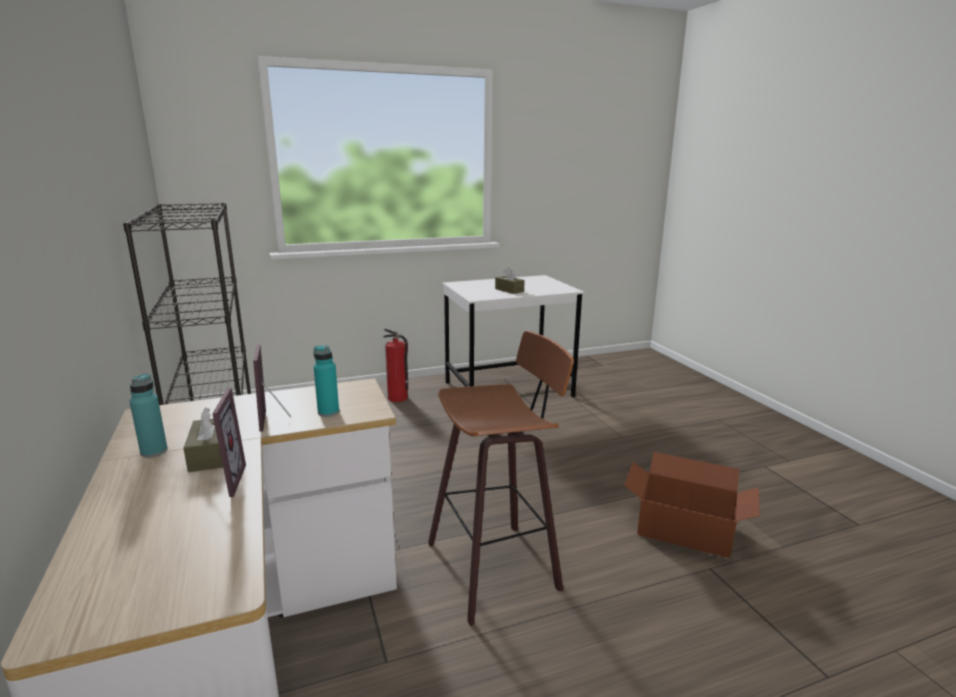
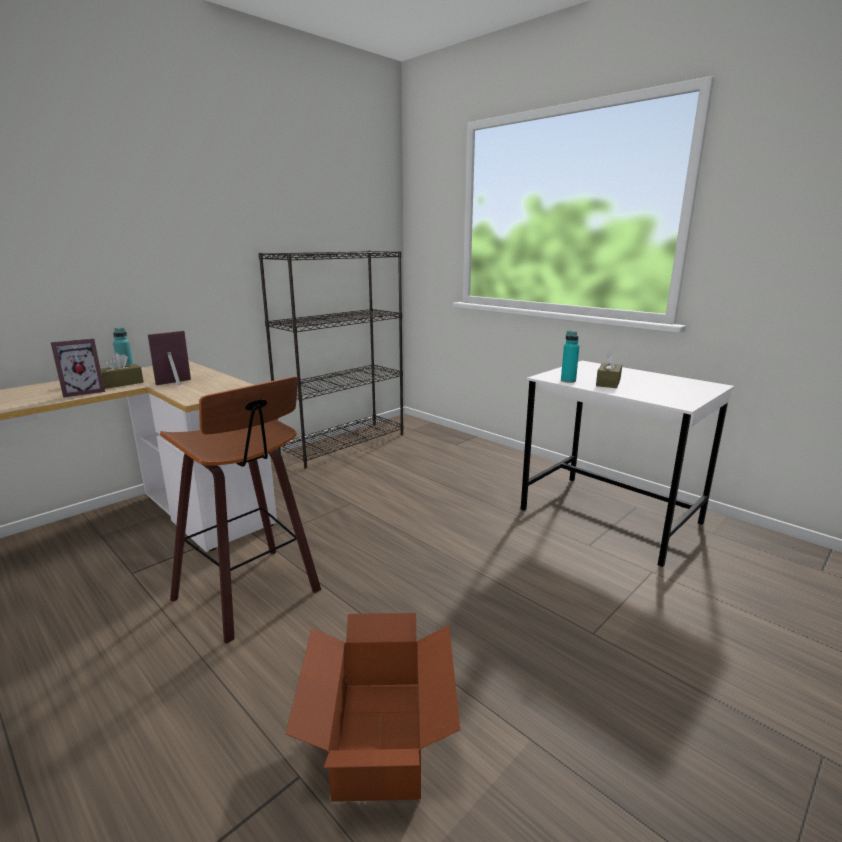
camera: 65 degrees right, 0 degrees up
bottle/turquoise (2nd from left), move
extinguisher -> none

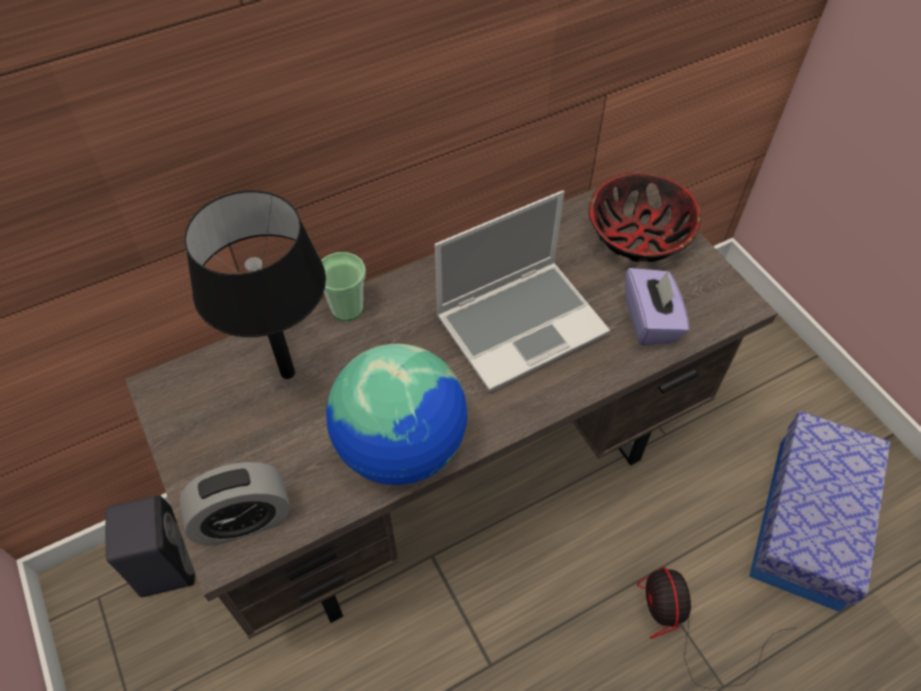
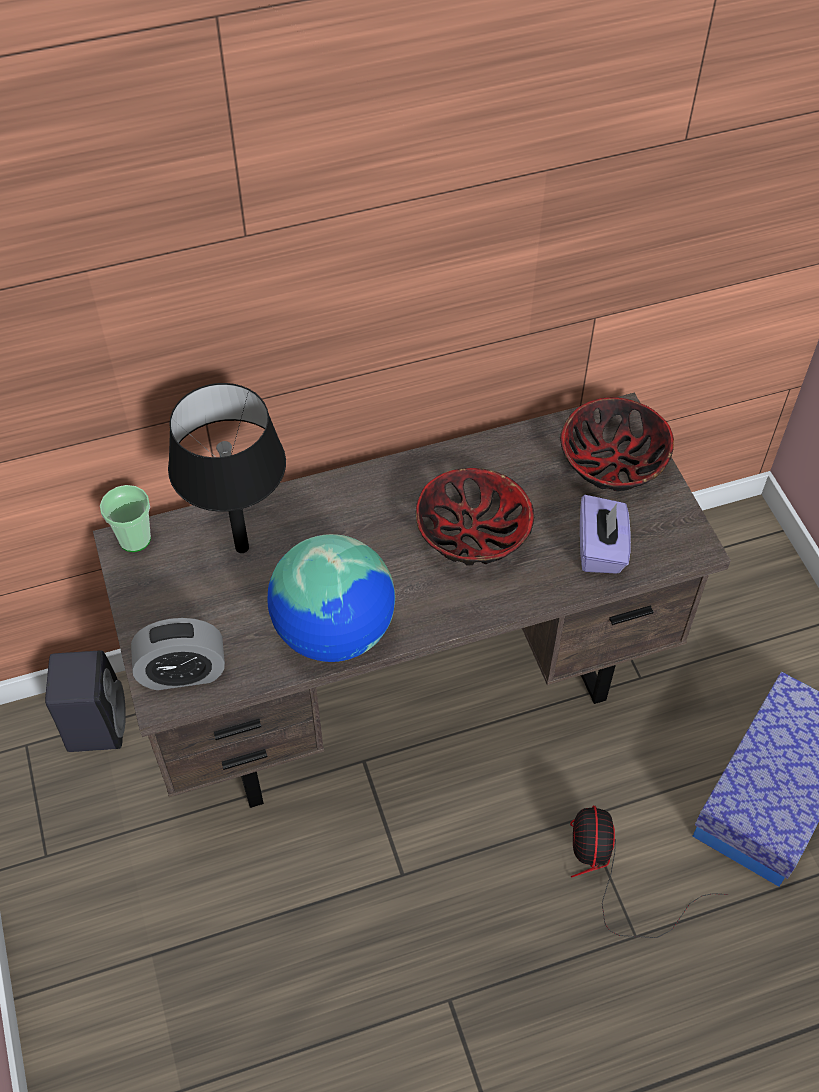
camera: 10 degrees right, 0 degrees up
small cup, move
notebook computer -> serving bowl (1st from left)

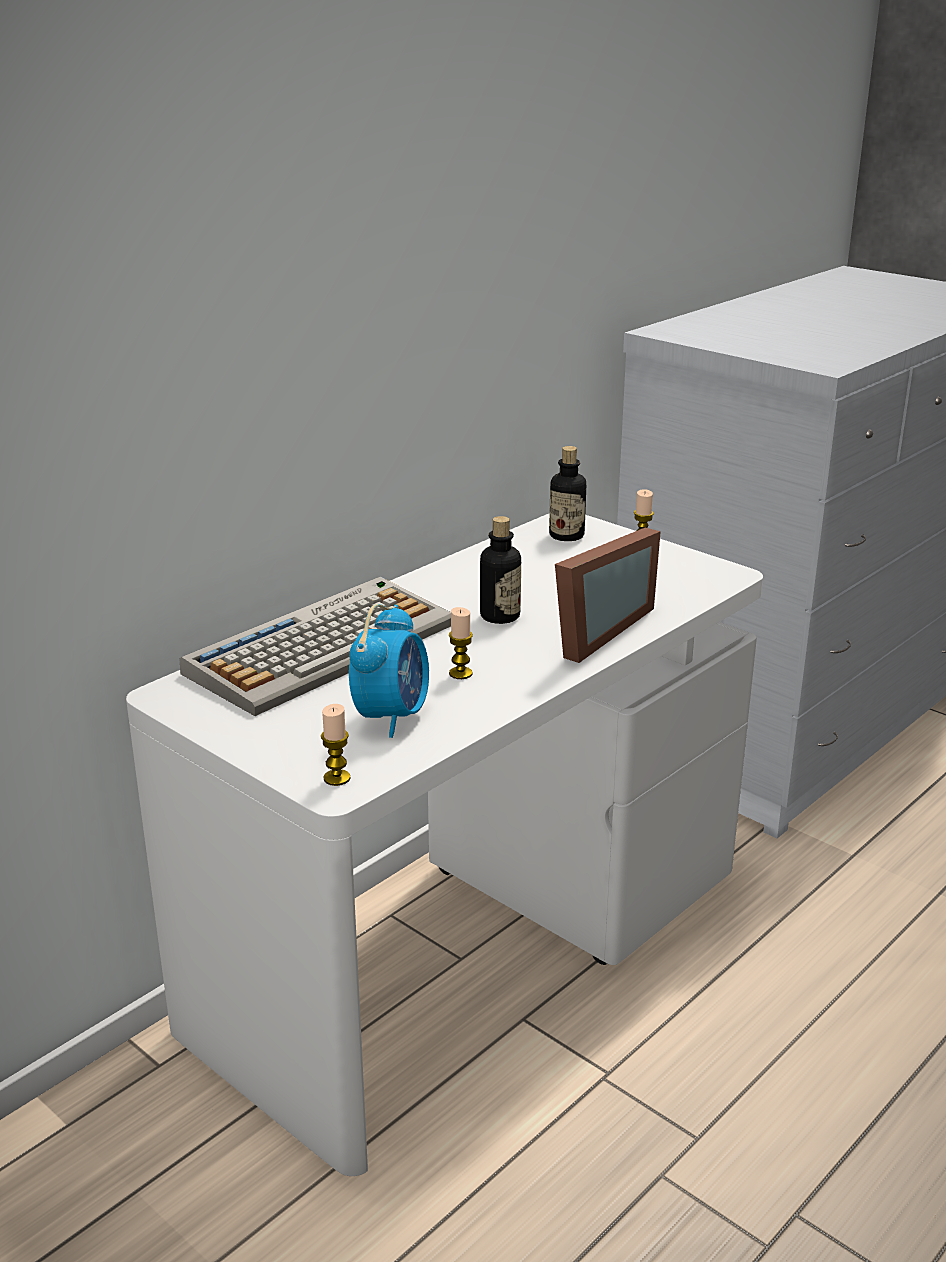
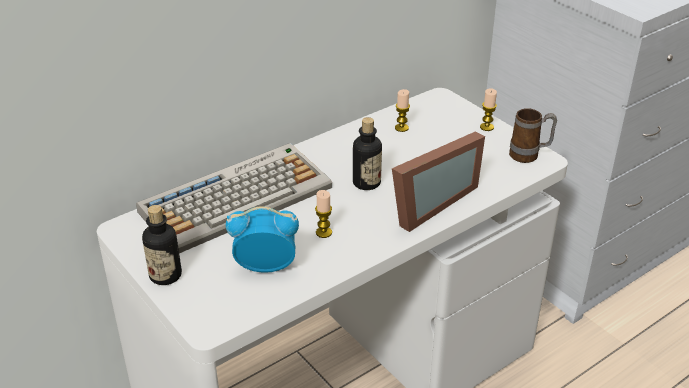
camera: 10 degrees right, 10 degrees up
candle (1st from left in the first image) -> candle (2nd from left), move
table clock, 120 degrees counterclockwise
bottle (2nd from left in the first image) -> bottle (1st from left), move
none -> mug

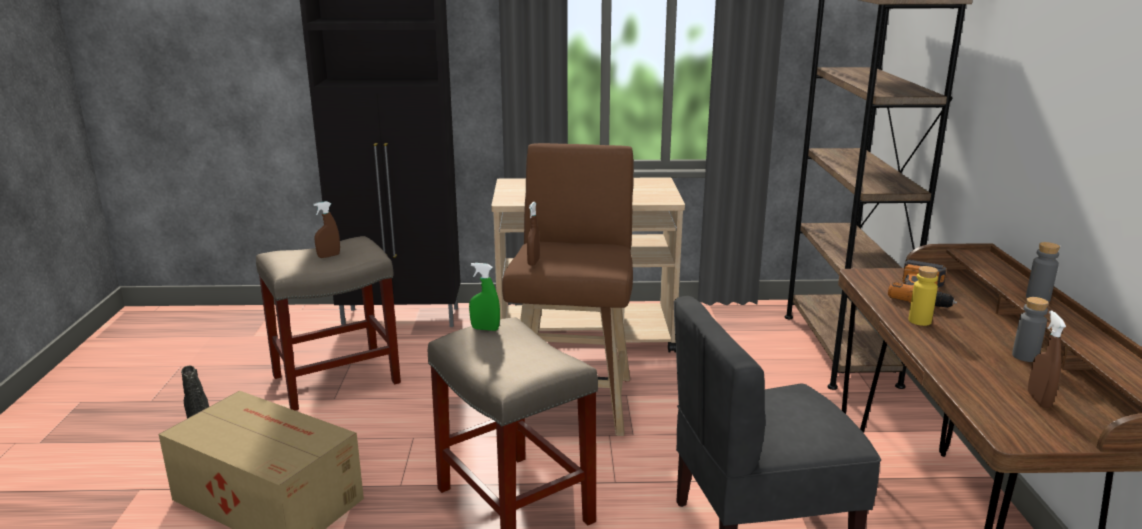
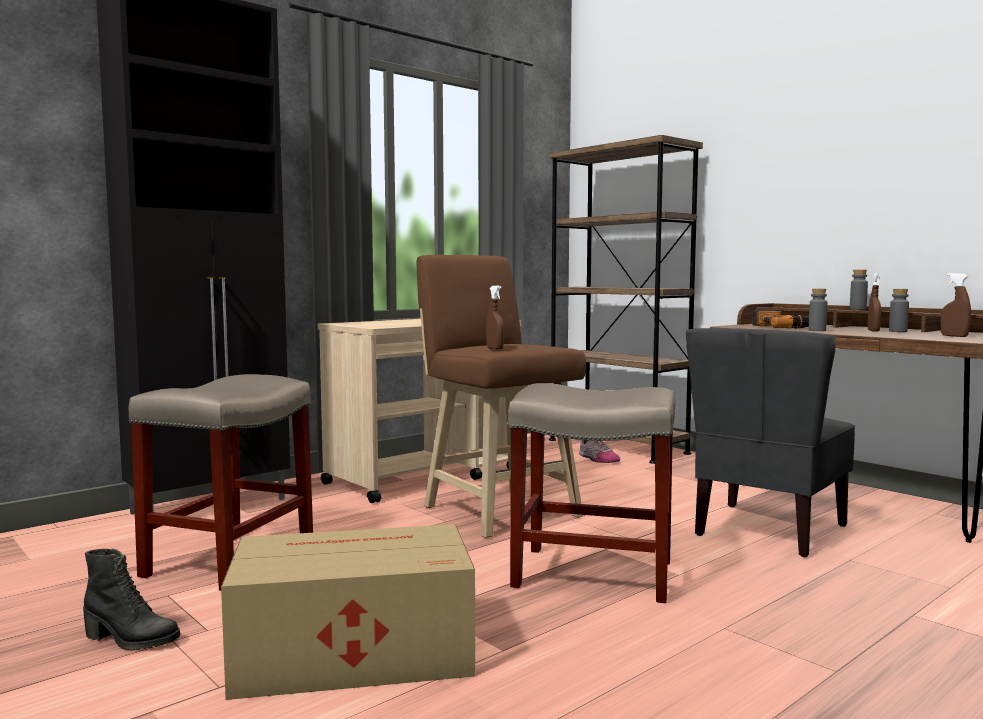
camera: 40 degrees left, 15 degrees down
hand sprayer/brown-coloured (1st from left in the first image) -> hand sprayer/brown-coloured (2nd from left), move
hand sprayer/green -> none
bottle/yellowish -> bottle/grey (1st from left)
none -> shoe

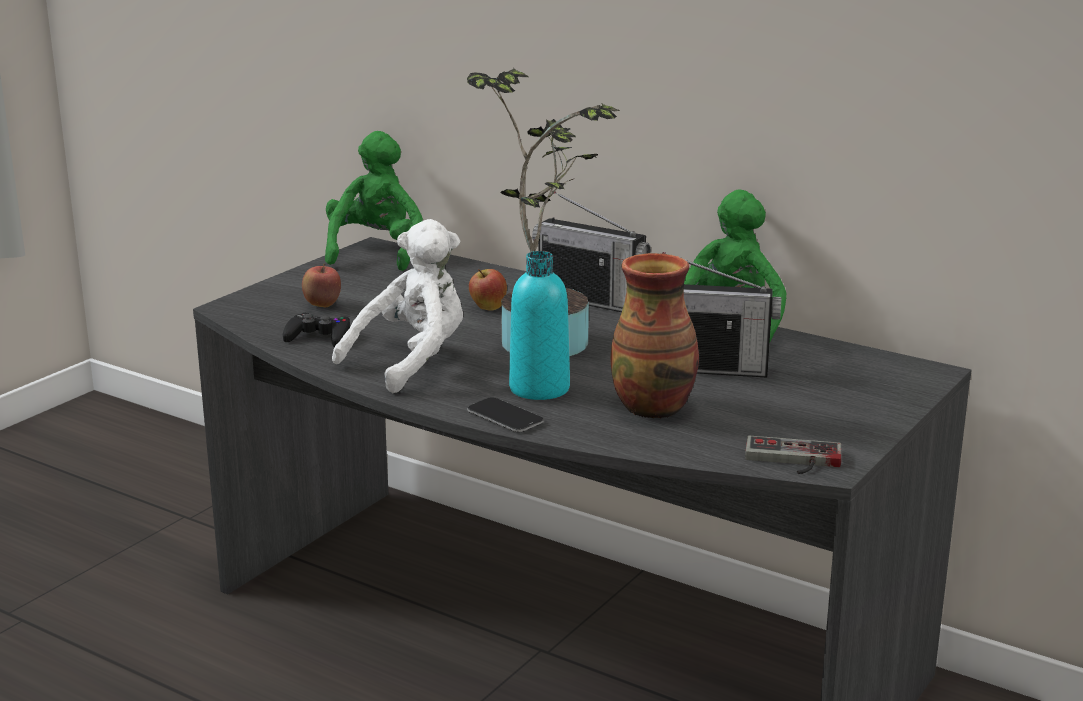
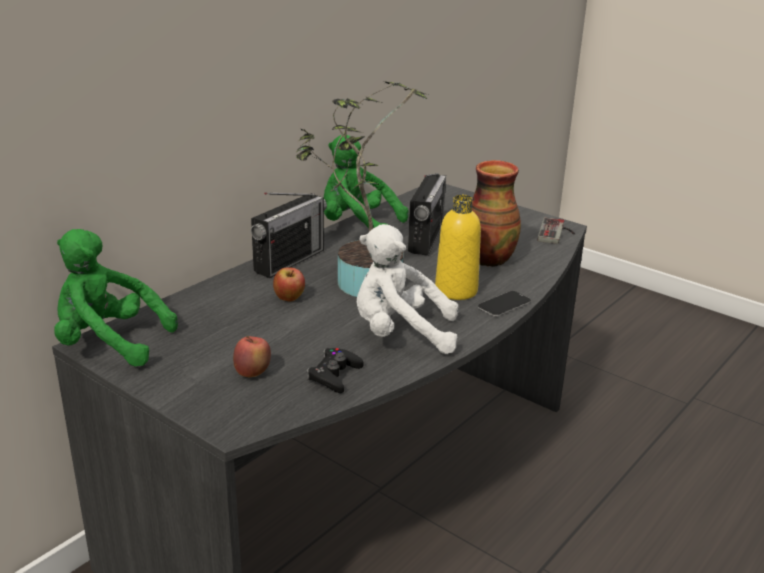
camera: 85 degrees left, 5 degrees up
soft toy/whitish, 45 degrees counterclockwise
bottle/turquoise -> bottle/yellowish

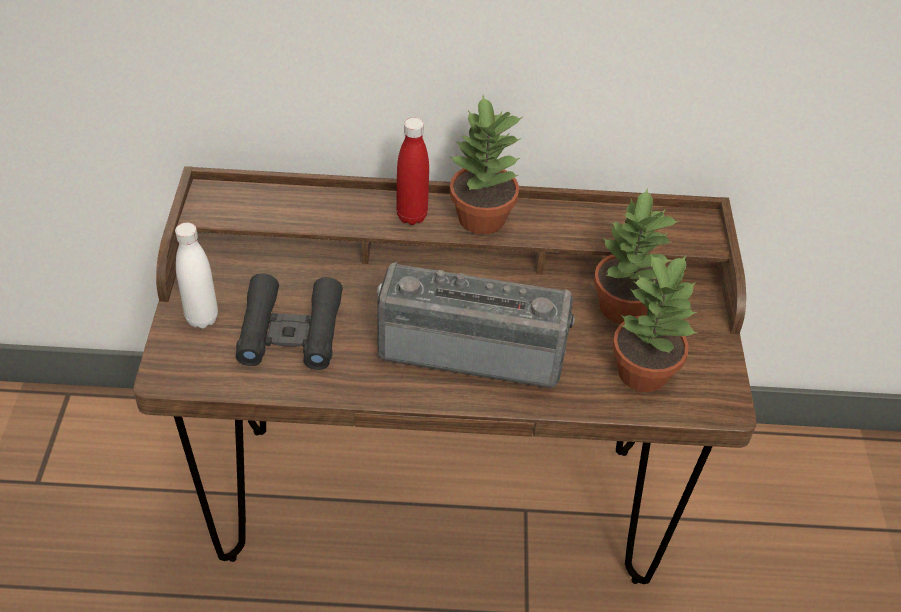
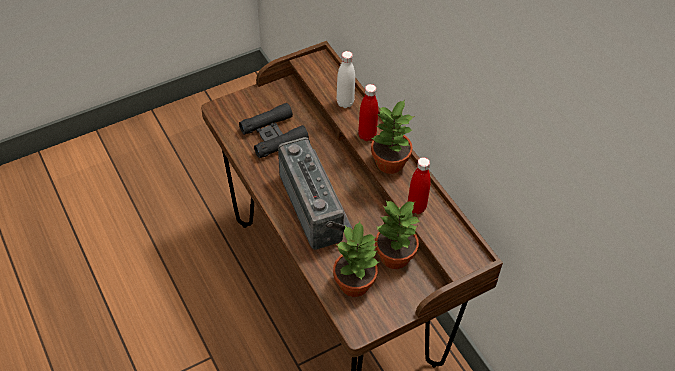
camera: 60 degrees right, 5 degrees up
bottle/whitish, move
none -> bottle/red (2nd from left)

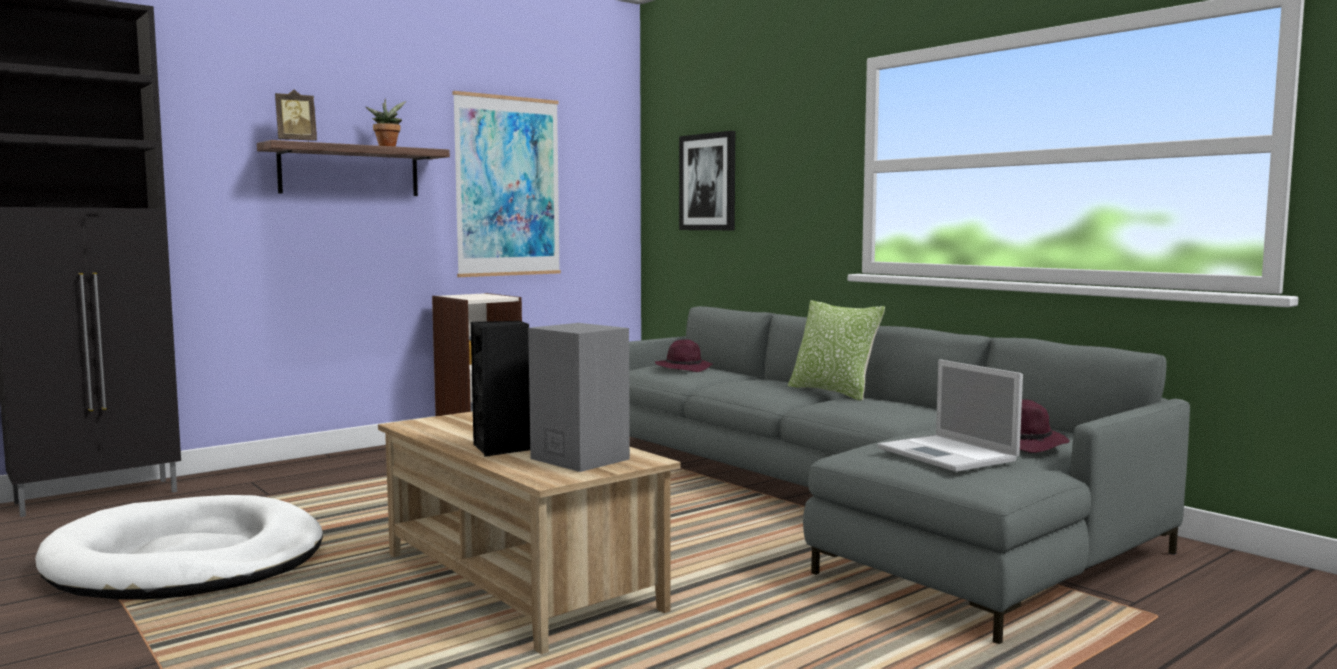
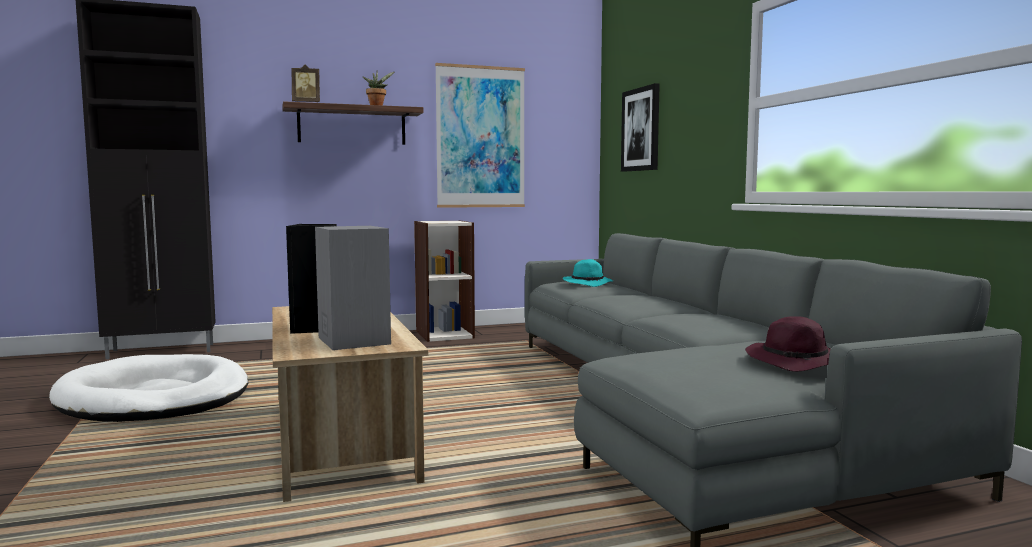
camera: 20 degrees right, 0 degrees up
clothing hat/purplish (1st from left) -> clothing hat/turquoise
pillow -> none
notebook computer -> none

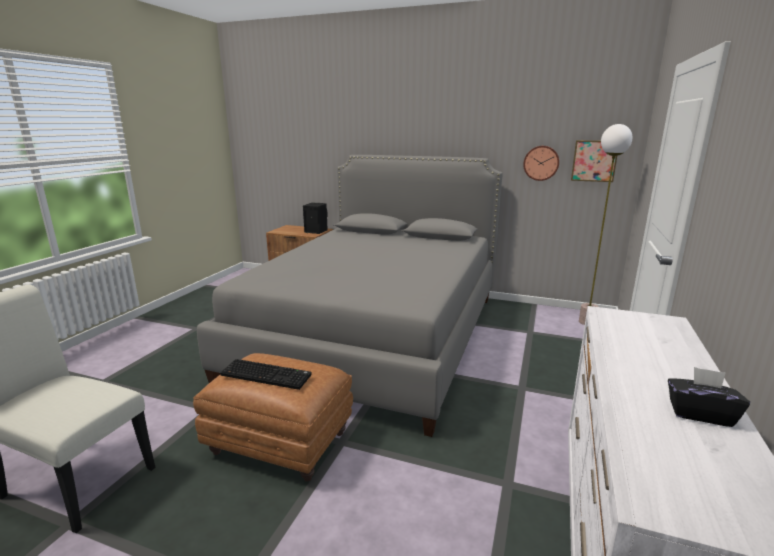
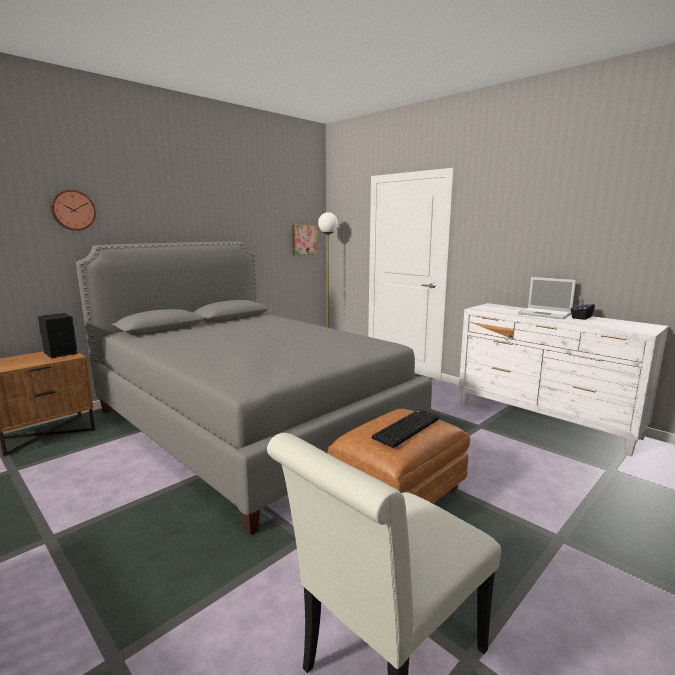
camera: 65 degrees left, 5 degrees down
hanging clock, move
none -> notebook computer

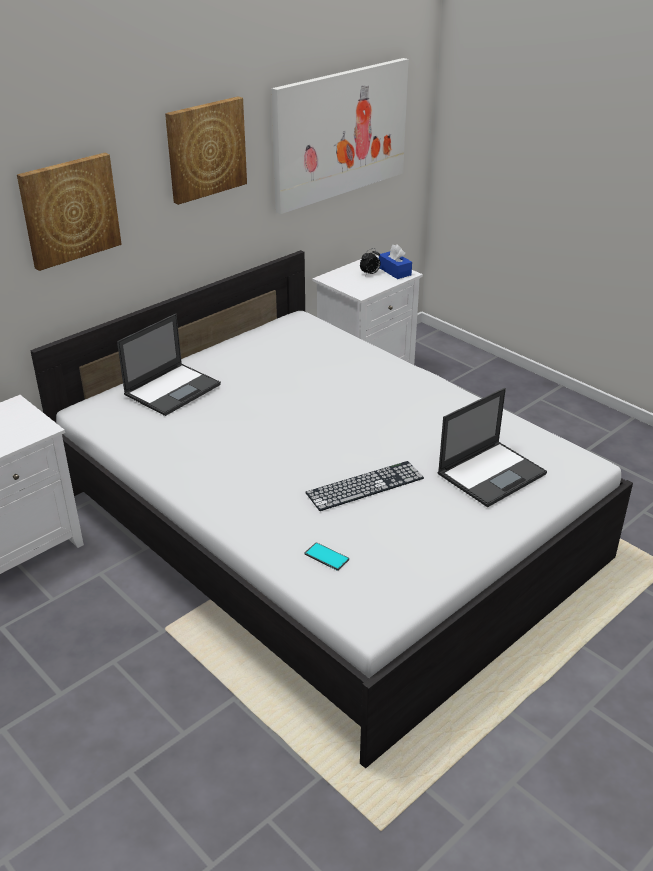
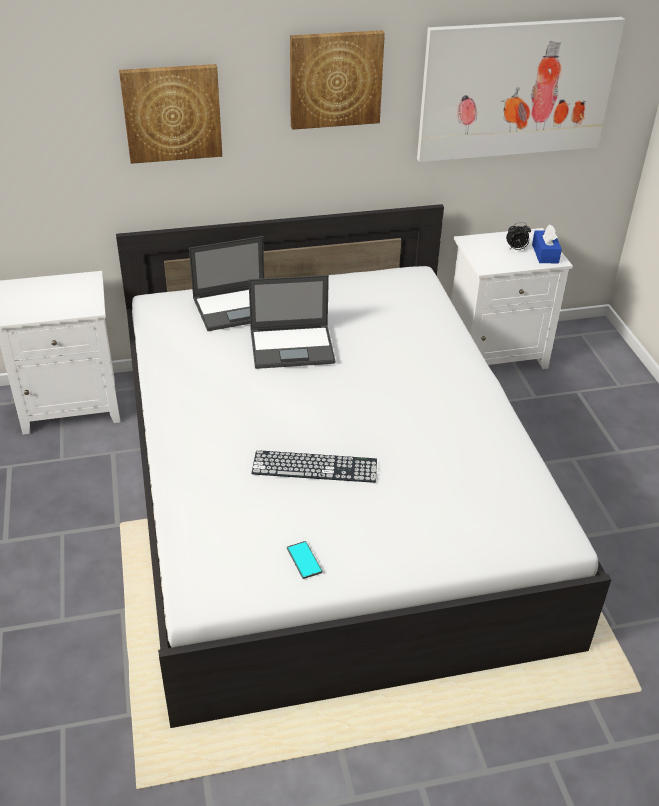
camera: 30 degrees right, 5 degrees up
telephone, move
notebook computer (2nd from left), move

